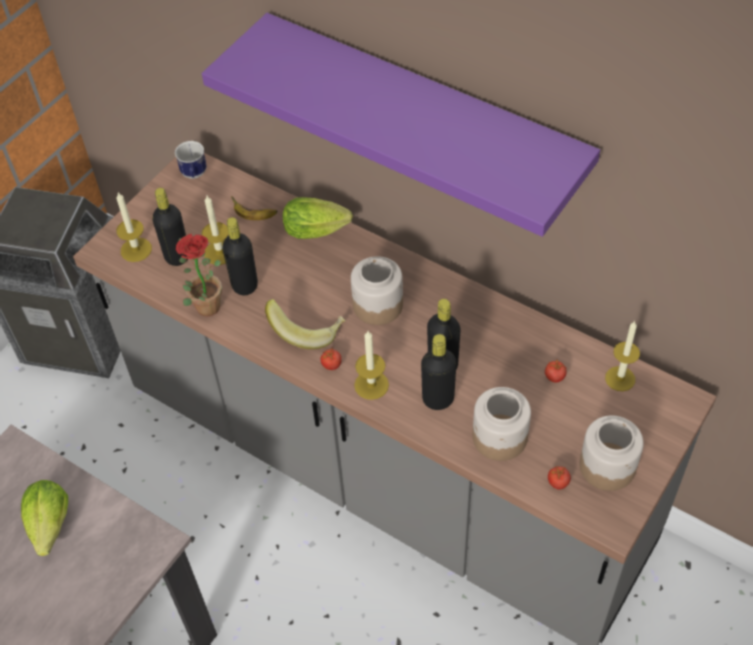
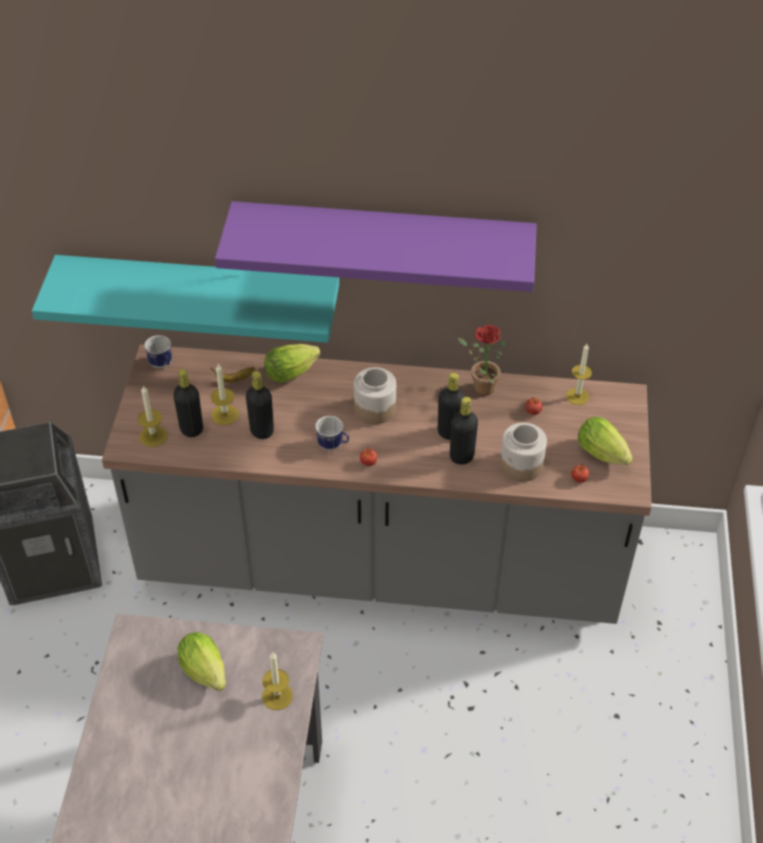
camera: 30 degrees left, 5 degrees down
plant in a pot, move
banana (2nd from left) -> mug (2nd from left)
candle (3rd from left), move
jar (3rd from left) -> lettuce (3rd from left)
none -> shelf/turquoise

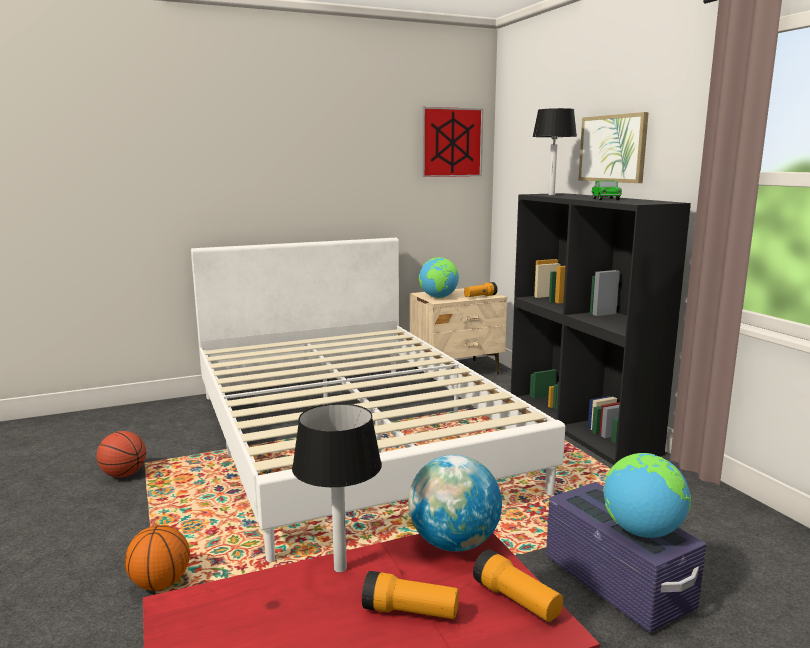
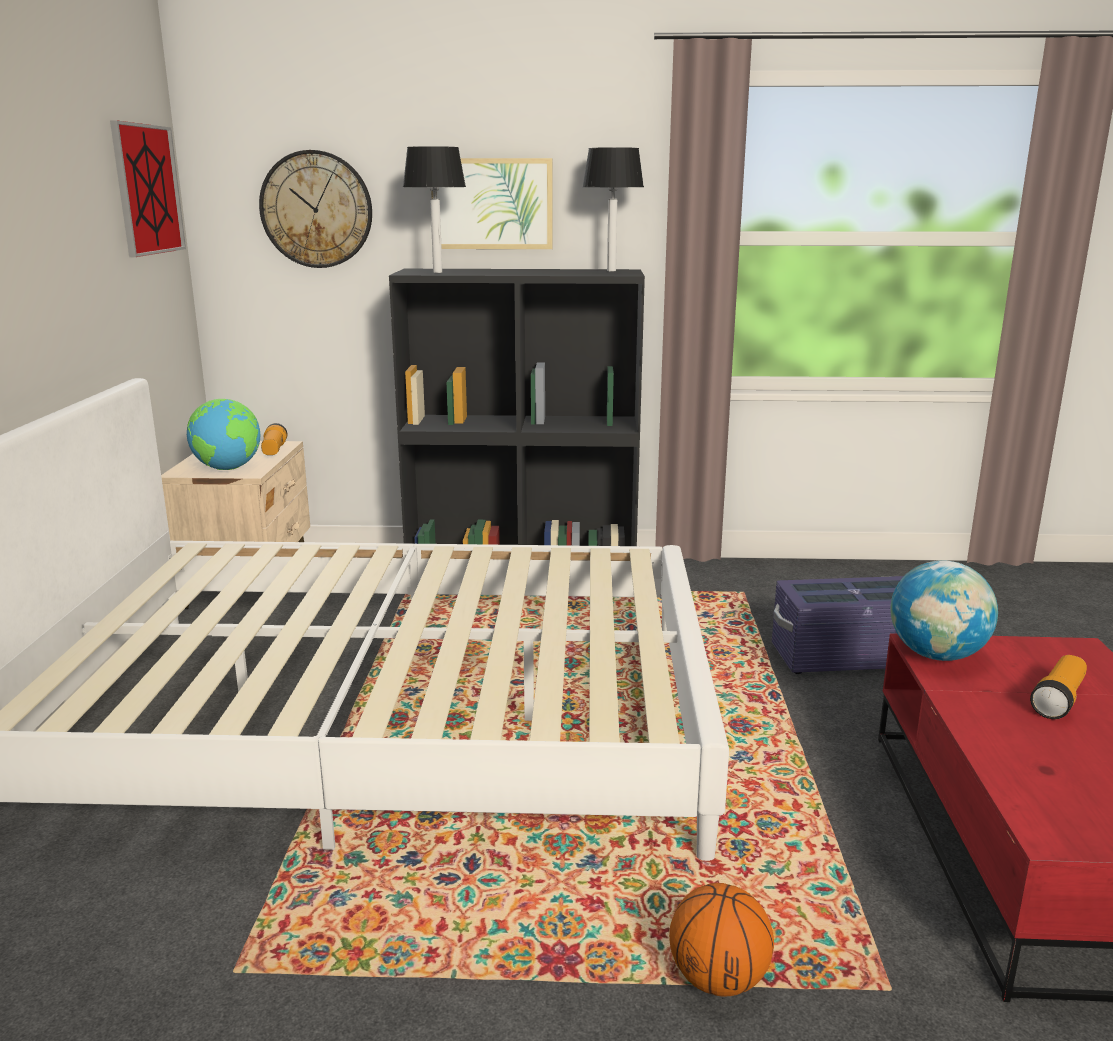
camera: 65 degrees left, 5 degrees up
basketball ball (1st from left) -> none
tabletop lamp (1st from left in the first image) -> tabletop lamp (2nd from left), move
torch (3rd from left) -> none
model car -> none
world globe (3rd from left) -> none
none -> hanging clock

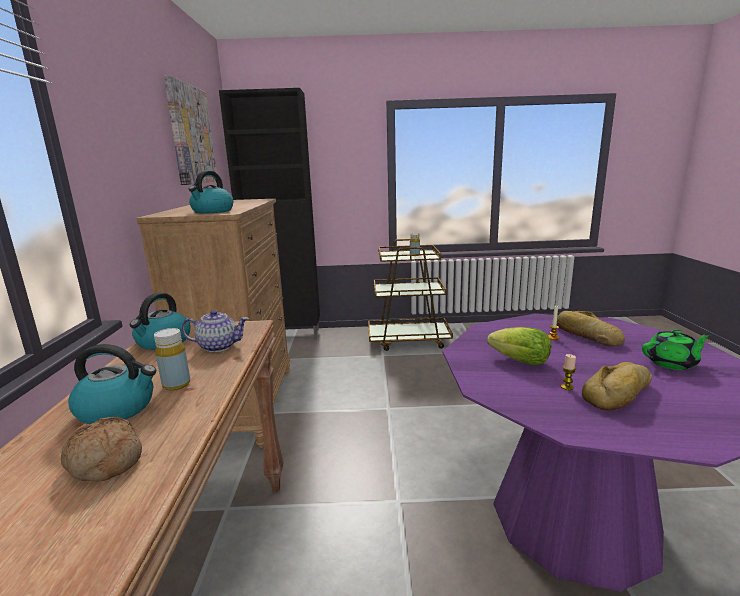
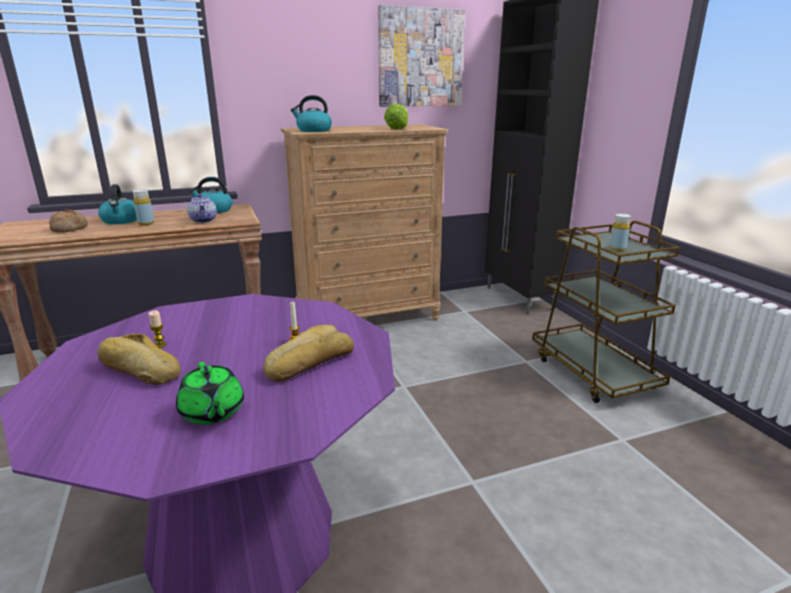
camera: 70 degrees right, 5 degrees up
lettuce, move

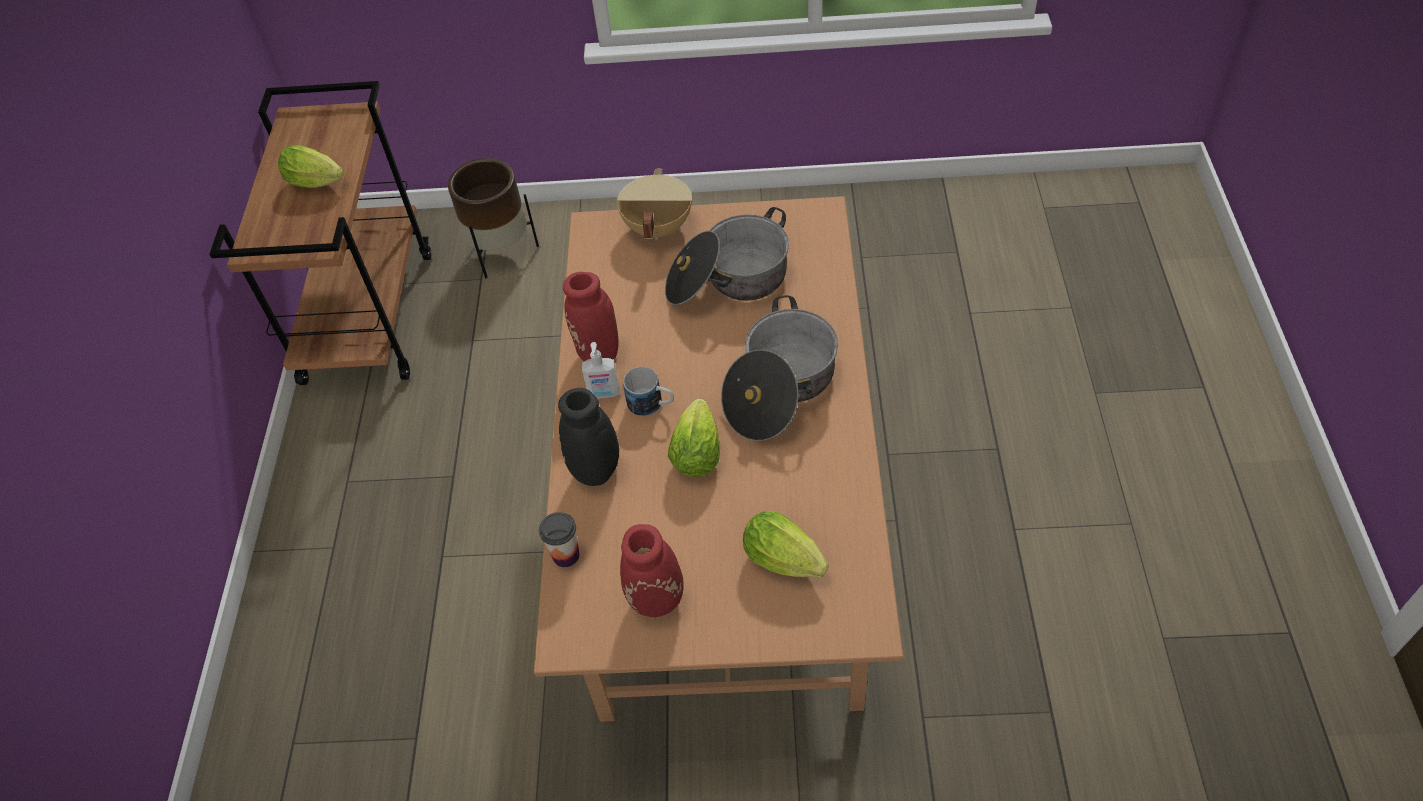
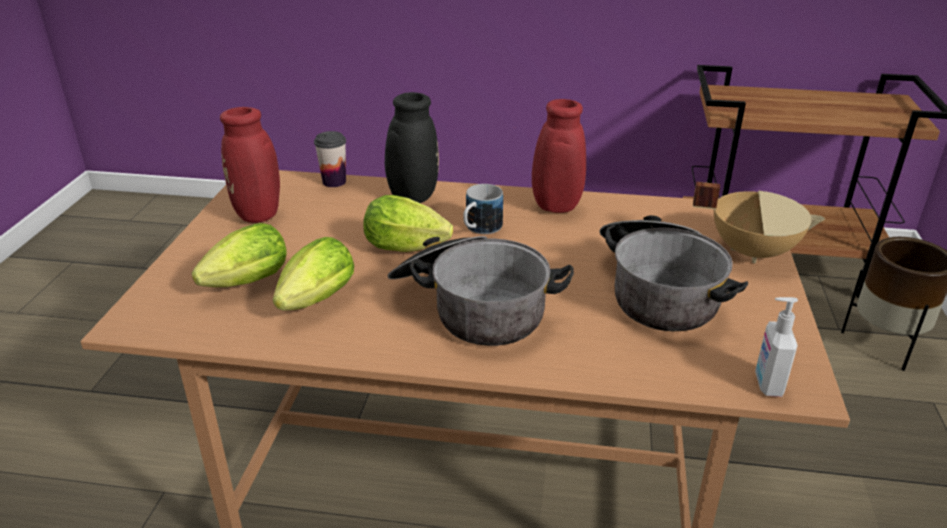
camera: 95 degrees right, 20 degrees down
lettuce (1st from left in the first image) -> lettuce (2nd from left), move
soap bottle, move

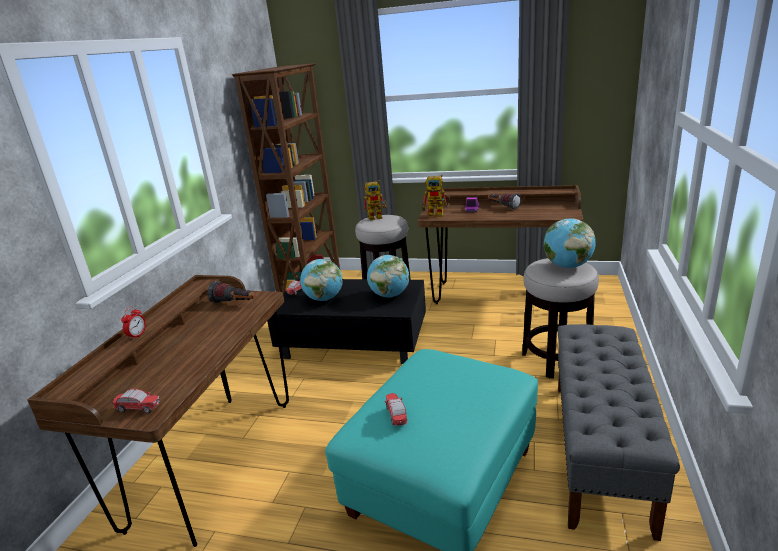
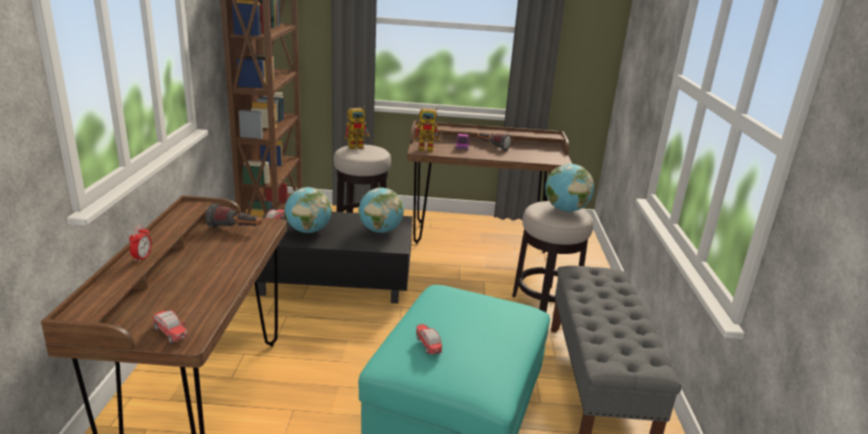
camera: 15 degrees left, 0 degrees up
model car (1st from left), 45 degrees clockwise

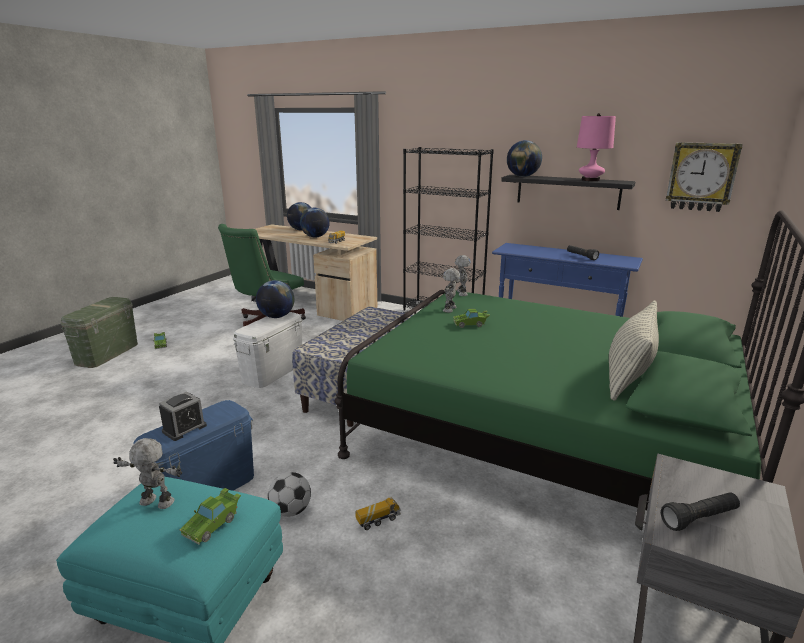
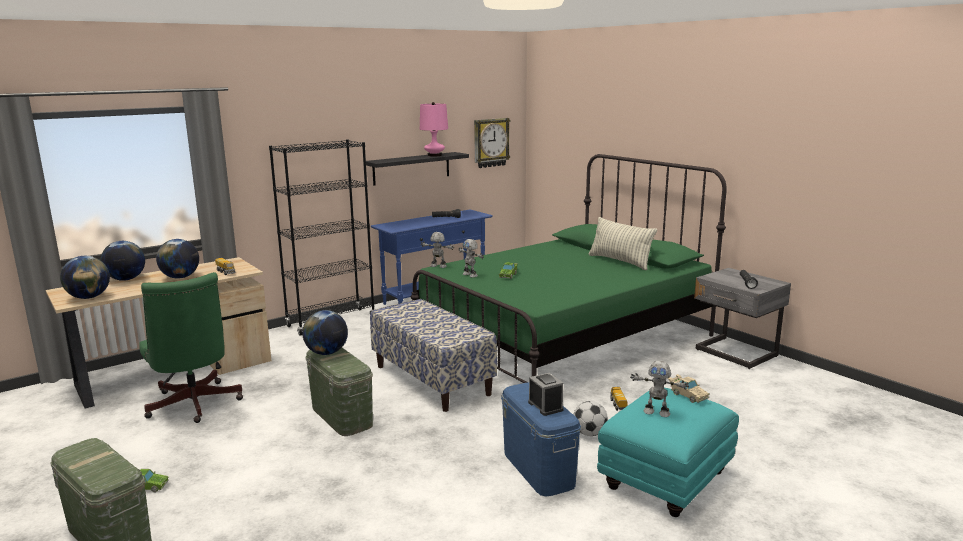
camera: 65 degrees left, 5 degrees down
toy robot (1st from left in the first image) -> toy robot (3rd from left), 105 degrees counterclockwise
model car/green (2nd from left) -> model car/beige-coloured
storage box/whitish -> storage box/green (2nd from left)
world globe (4th from left in the first image) -> world globe (1st from left), move

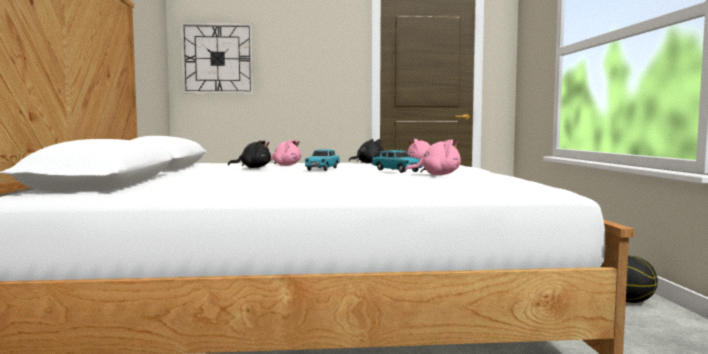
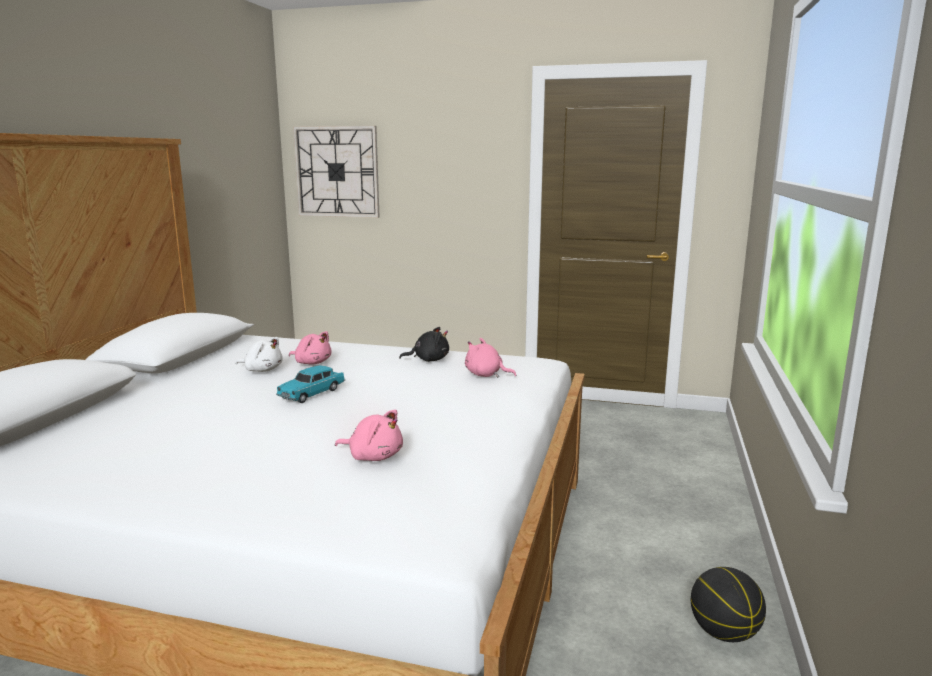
camera: 20 degrees right, 10 degrees up
soft toy/blackish (1st from left) -> soft toy/whitish
model car/turquoise (2nd from left) -> none

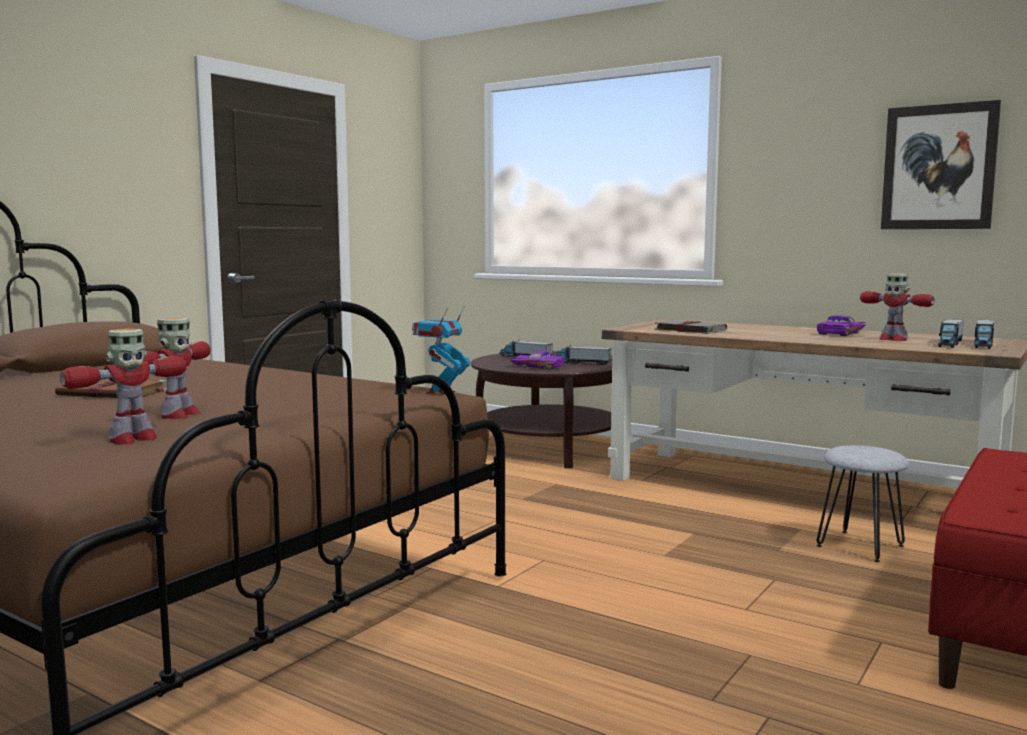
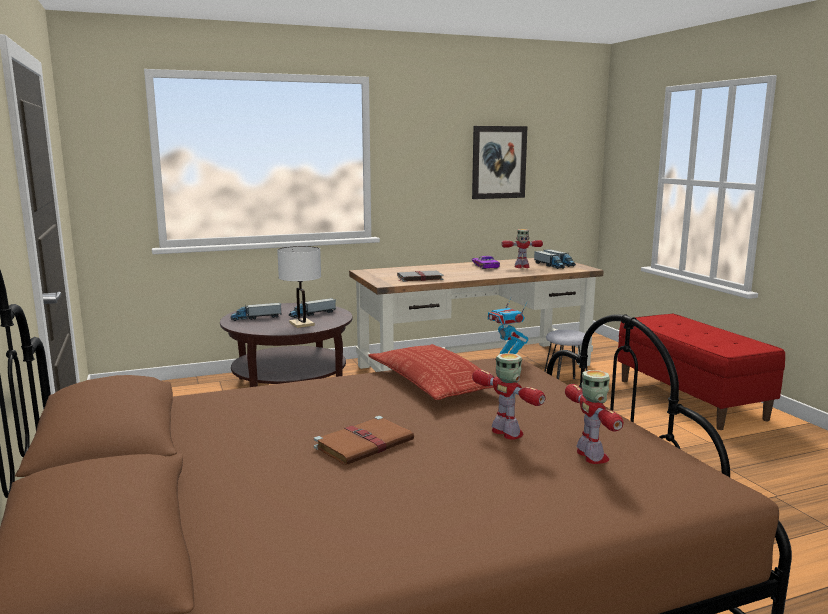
camera: 55 degrees left, 5 degrees up
model car/purplish (1st from left) -> tabletop lamp/whitish
none -> pillow

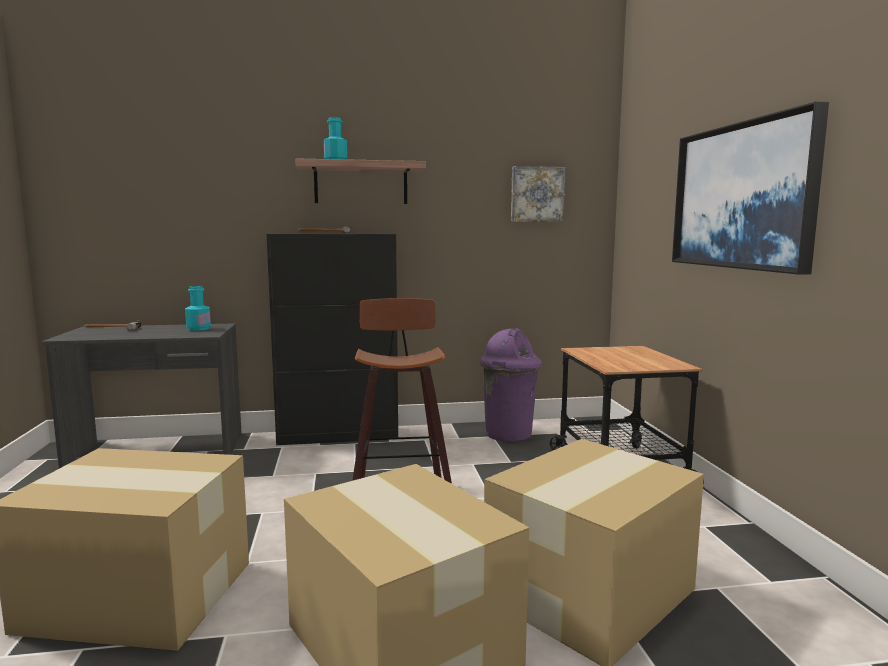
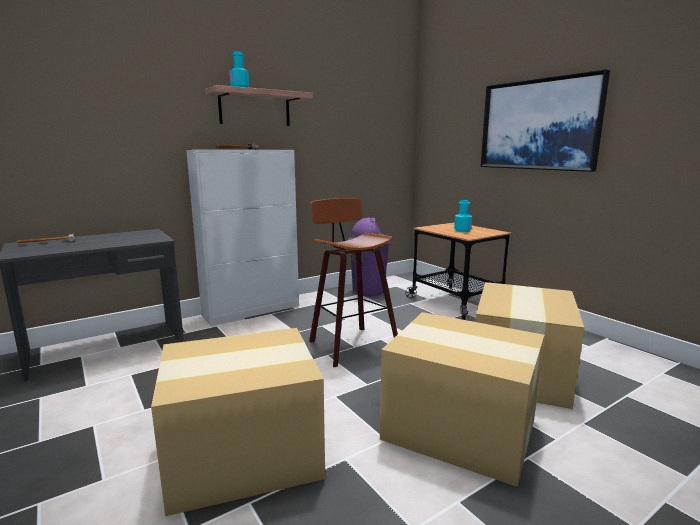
camera: 25 degrees left, 5 degrees up
bottle/turquoise (1st from left in the first image) -> bottle/turquoise (2nd from left), move
storage cabinet/blackish -> storage cabinet/whitish
wall art (1st from left) -> none

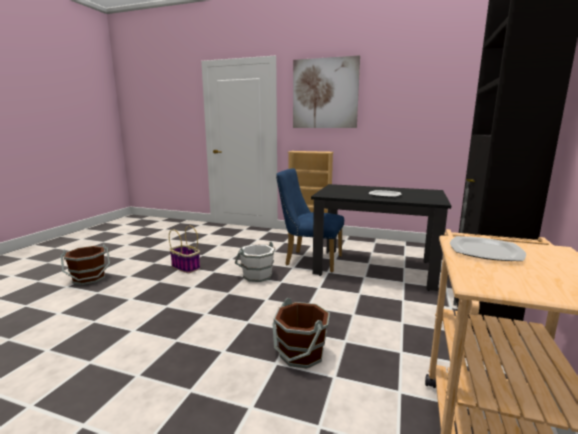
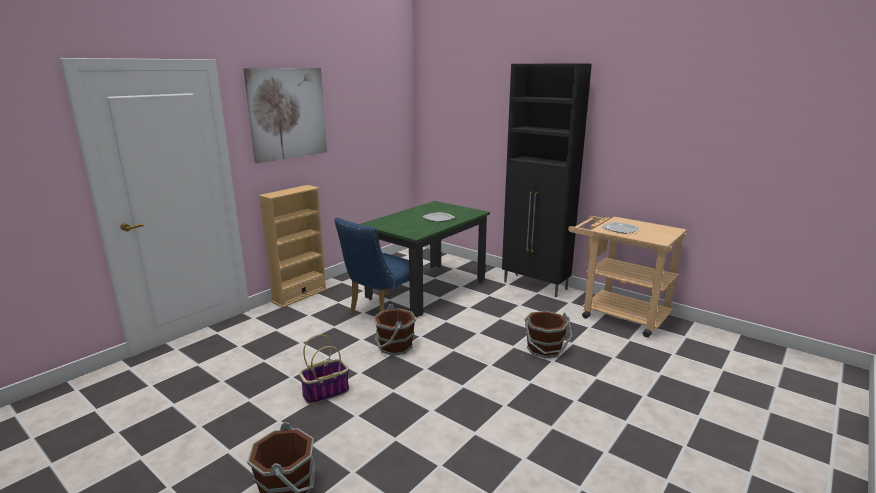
camera: 70 degrees left, 5 degrees up
water bucket/whitish -> water bucket/brown-coloured (2nd from left)
dinner table/blackish -> dinner table/green

